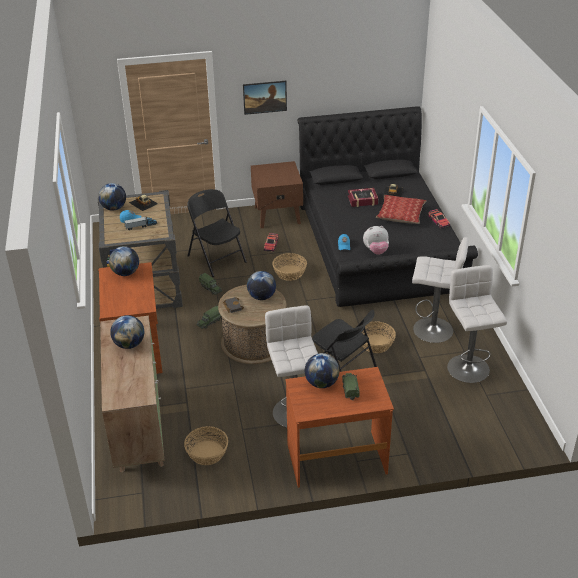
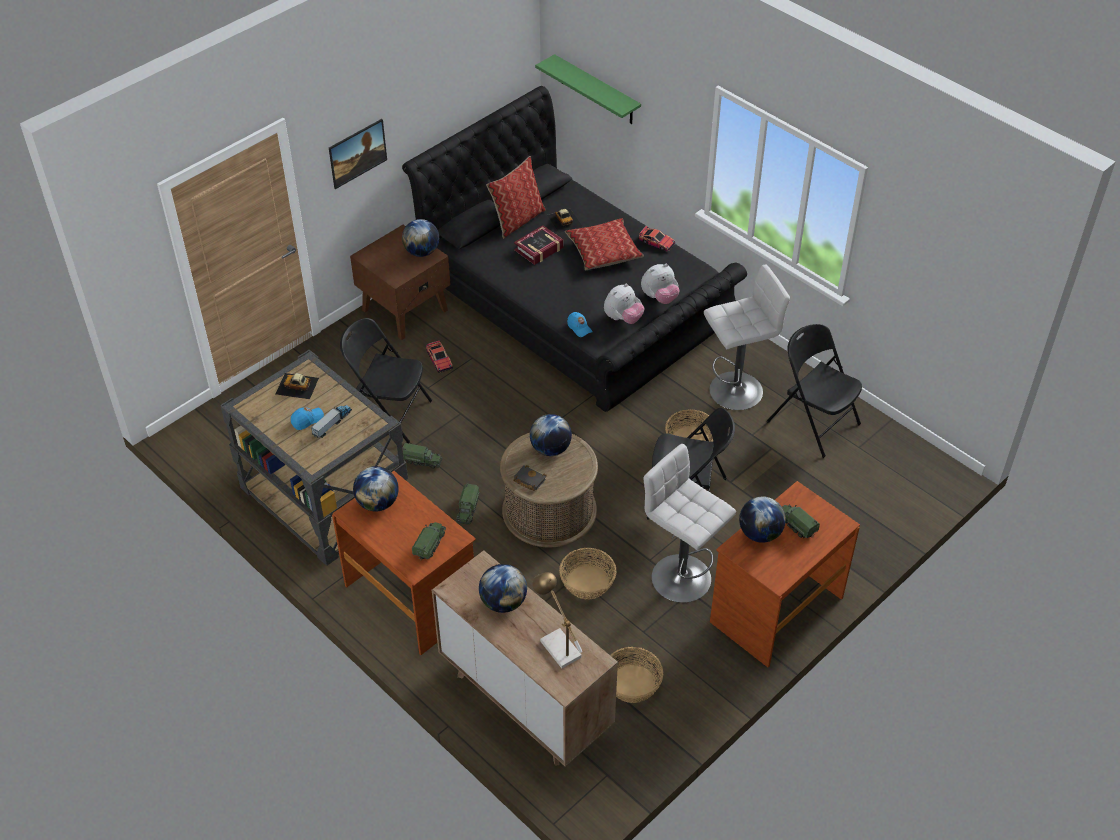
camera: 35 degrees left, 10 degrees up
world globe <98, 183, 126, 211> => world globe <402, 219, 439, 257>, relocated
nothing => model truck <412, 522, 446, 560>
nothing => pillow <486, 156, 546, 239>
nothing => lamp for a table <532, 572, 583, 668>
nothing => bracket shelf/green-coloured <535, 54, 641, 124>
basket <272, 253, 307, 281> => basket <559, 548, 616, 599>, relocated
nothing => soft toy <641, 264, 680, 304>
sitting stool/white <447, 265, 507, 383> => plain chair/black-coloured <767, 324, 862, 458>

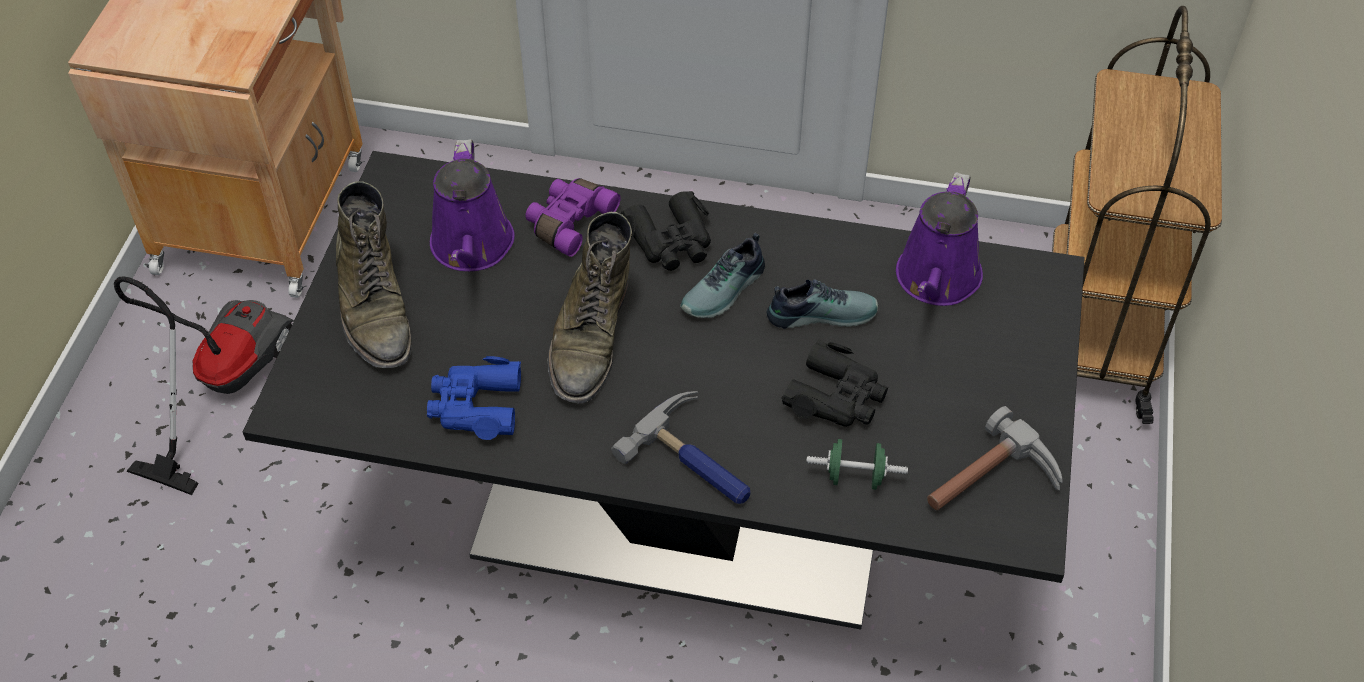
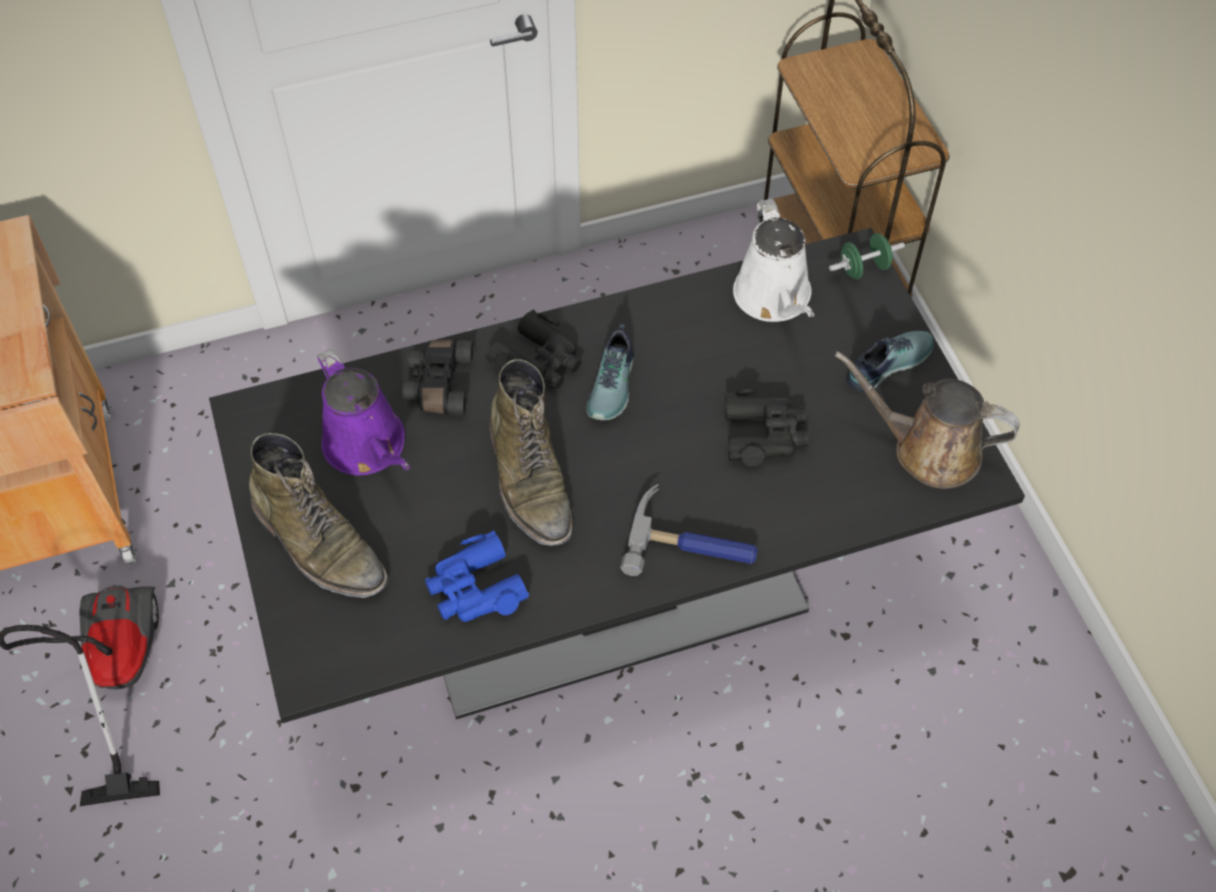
camera: 30 degrees left, 5 degrees up
field glasses/purple <525, 178, 621, 257> => field glasses/black-coloured <402, 339, 474, 416>
watering pot/purple <896, 172, 983, 306> => watering pot/white <733, 198, 814, 322>
hand weight/green-coloured <806, 439, 908, 490> => hand weight/green-coloured <829, 233, 905, 279>, relocated
hammer <927, 406, 1063, 511> => watering pot/brown <835, 351, 1020, 489>
item of footwear <767, 280, 878, 329> => item of footwear <846, 331, 934, 392>, relocated

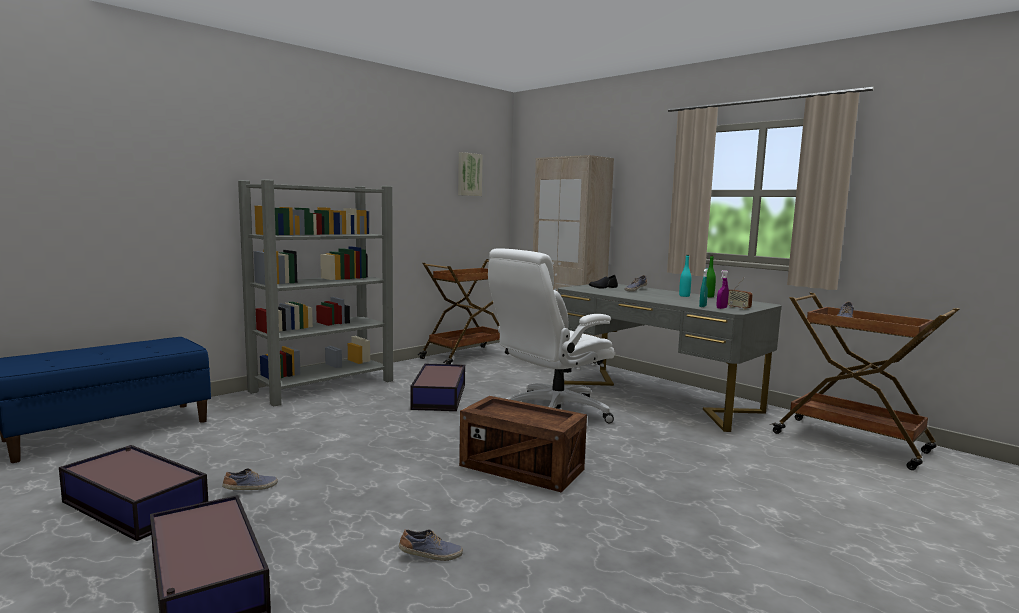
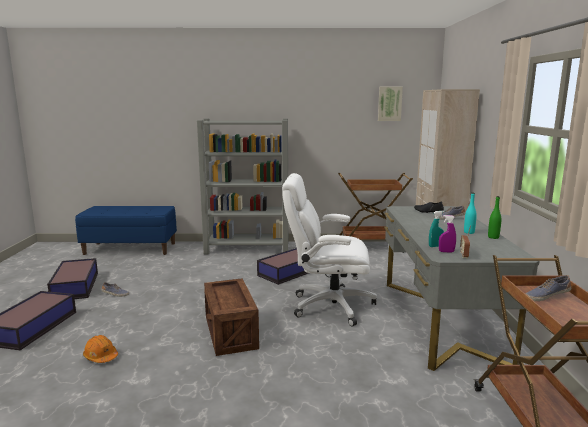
camera: 45 degrees right, 5 degrees up
item of footwear <399, 529, 463, 561> => hard hat/orange <83, 335, 118, 363>

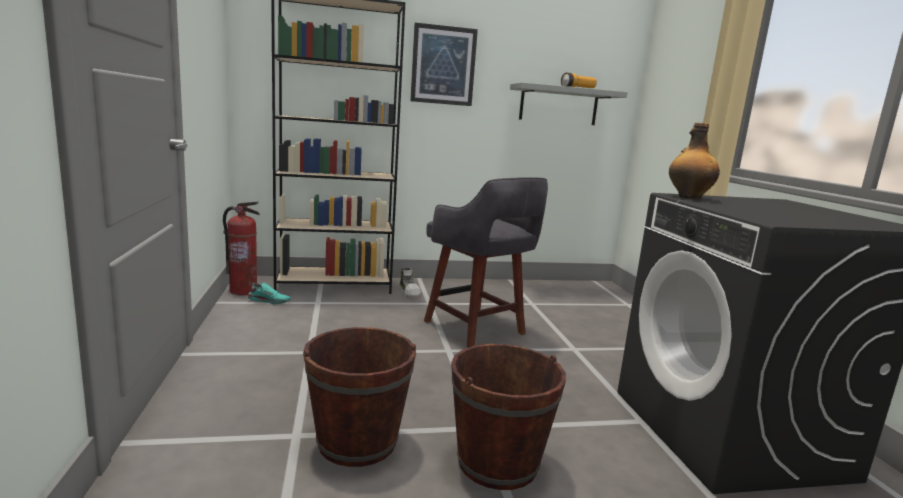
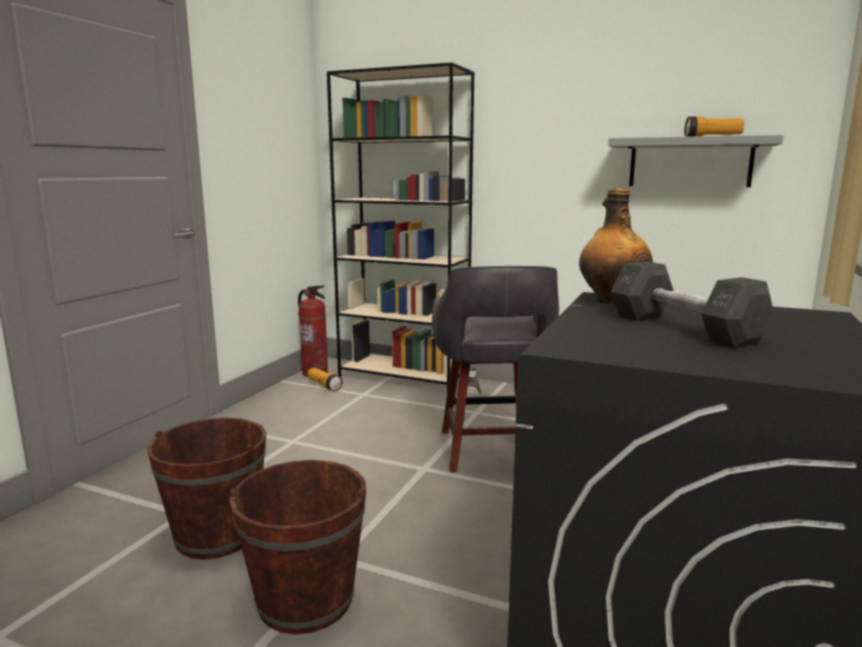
camera: 35 degrees right, 0 degrees up
item of footwear/turquoise-coloured <247, 283, 291, 305> => hand torch <308, 368, 342, 391>
nothing => hand weight/grey <611, 261, 774, 348>
picture <410, 22, 478, 106> => nothing

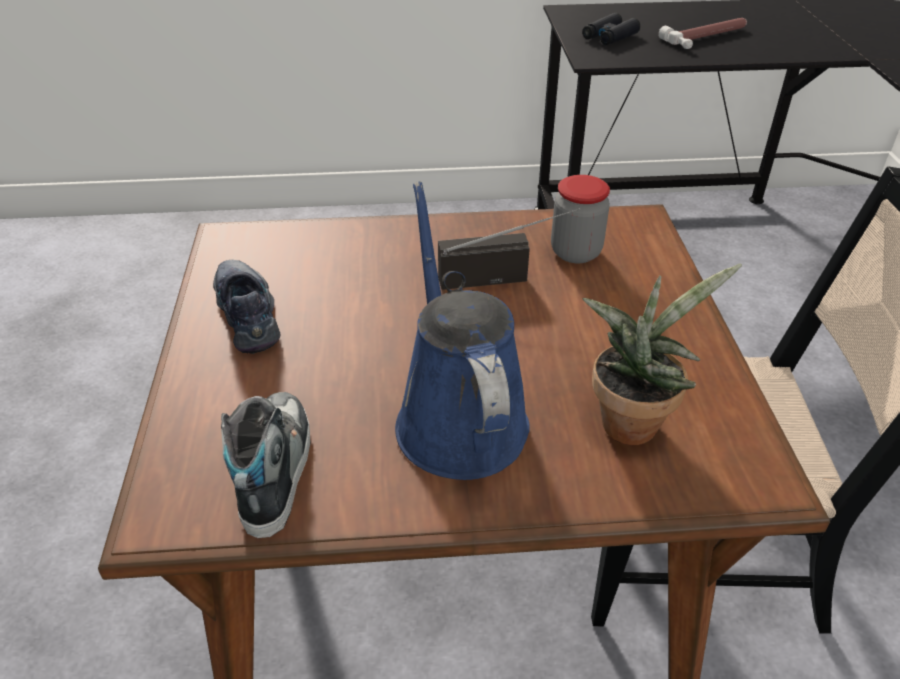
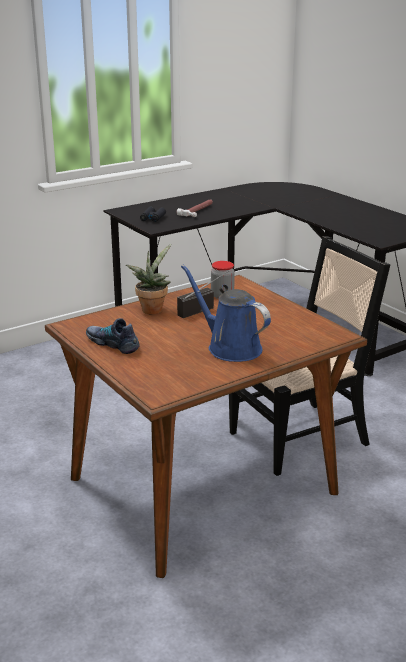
camera: 30 degrees left, 15 degrees down
plant in a pot <583, 263, 742, 445> => plant in a pot <126, 244, 171, 314>, relocated
item of footwear <221, 392, 311, 538> => nothing

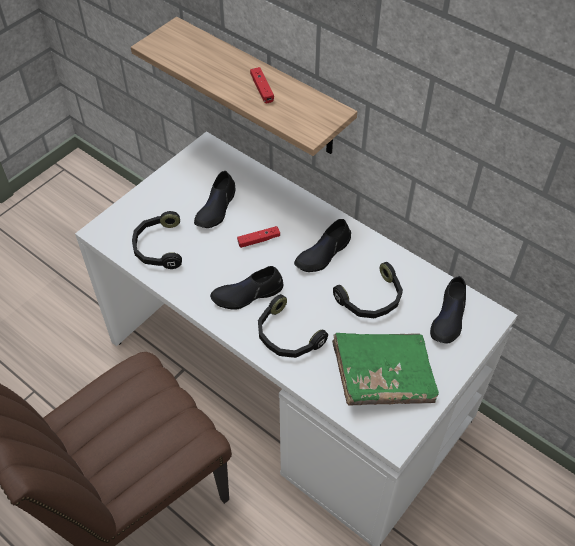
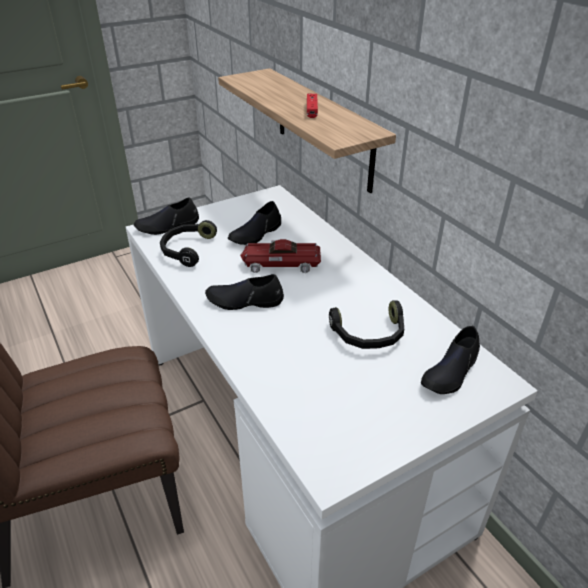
camera: 20 degrees right, 15 degrees down
item of footwear/black-coloured <294, 219, 351, 272> => item of footwear/black-coloured <134, 197, 199, 235>, relocated
gamepad/red <237, 226, 280, 248> => toy car <240, 239, 321, 273>
pair of headphones/black-coloured <258, 294, 328, 358> => nothing
bound book/green-coloured <332, 333, 439, 405> => nothing

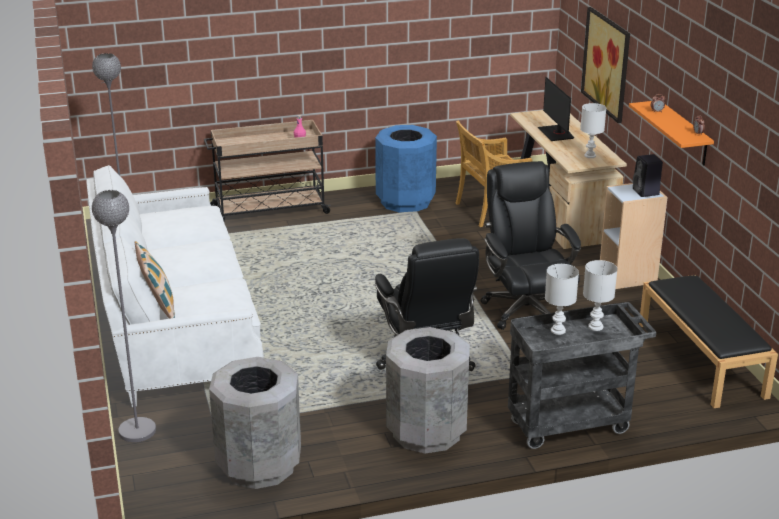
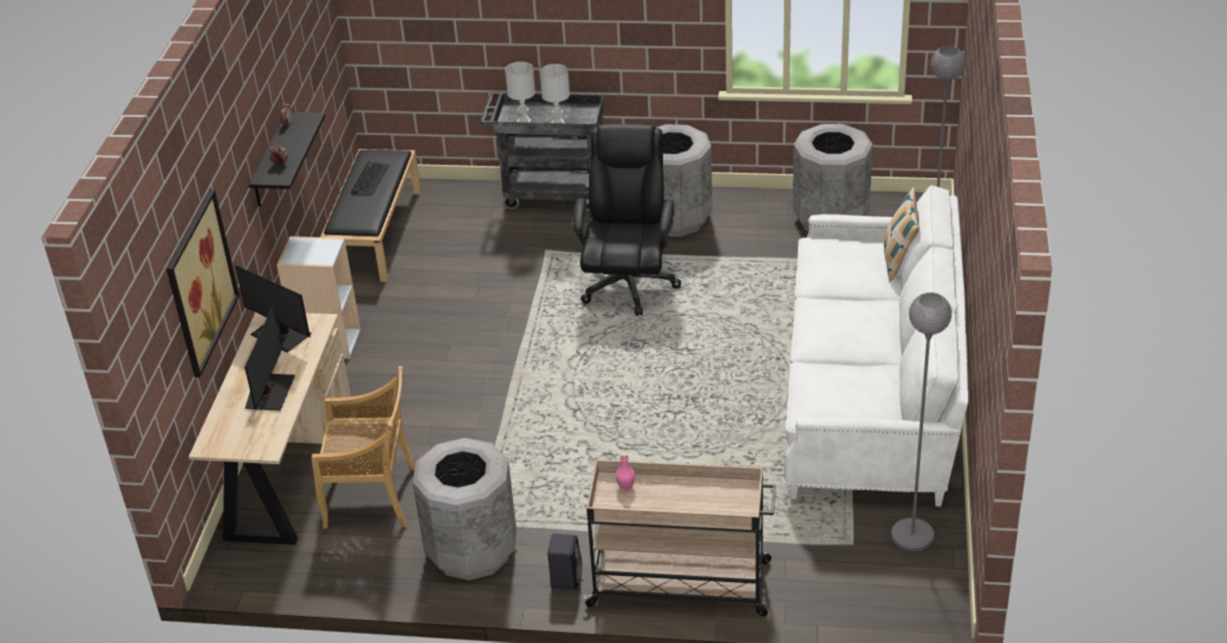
camera: 155 degrees left, 10 degrees up
lamp for a table/white <580, 103, 606, 158> => computer display <235, 265, 312, 352>
bracket shelf/orange <629, 101, 714, 165> => bracket shelf/black-coloured <249, 112, 325, 207>
nothing => PC keyboard <351, 161, 389, 195>
trash can/blue-coloured <375, 125, 437, 213> => trash can/grey <413, 438, 517, 580>
audio speaker/black-coloured <633, 154, 663, 197> => audio speaker/black-coloured <548, 534, 582, 590>, relocated
desk chair/black-coloured <481, 161, 581, 330> => nothing

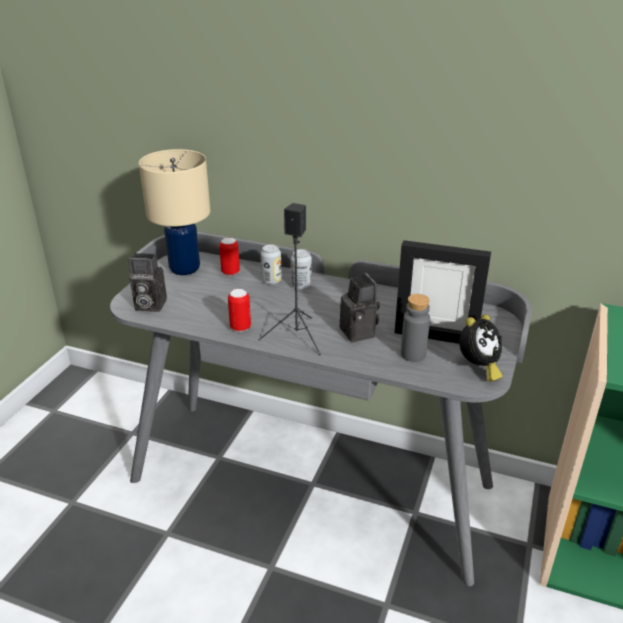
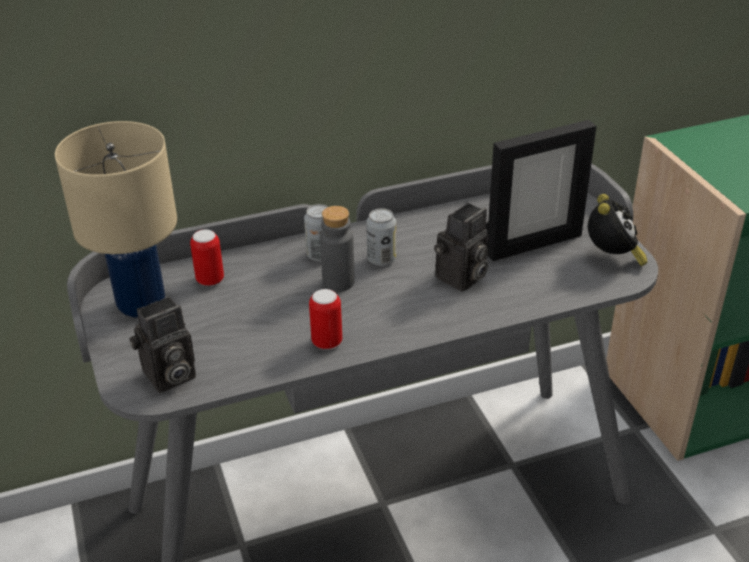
camera: 40 degrees left, 5 degrees up
beverage bottle/grey <401, 294, 430, 362> => beverage bottle/grey <320, 206, 355, 292>, relocated
can <261, 244, 282, 285> => can <366, 208, 396, 266>, relocated
photo camera <340, 272, 380, 342> => photo camera <434, 203, 488, 292>, 105 degrees clockwise
audio speaker/black-coloured <258, 203, 321, 355> => nothing

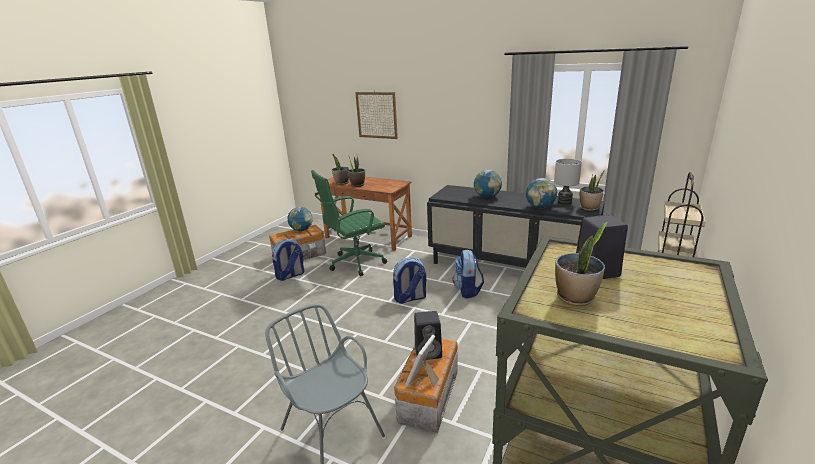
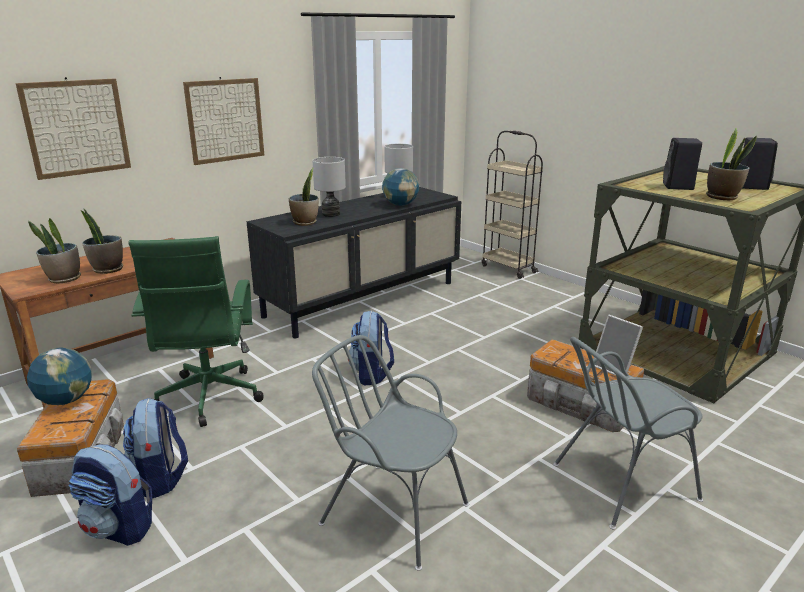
camera: 70 degrees left, 0 degrees up
rucksack <452, 250, 484, 299> => rucksack <69, 445, 152, 546>, relocated
nothing => picture <183, 77, 264, 165>
plant in a pot <580, 170, 605, 211> => plant in a pot <289, 167, 319, 226>, relocated
world globe <474, 169, 502, 198> => lamp for a table/grey <312, 157, 346, 217>
nothing => plain chair/grey <312, 335, 469, 571>
audio speaker/black-coloured <414, 311, 442, 360> => audio speaker/black-coloured <740, 137, 778, 190>, relocated

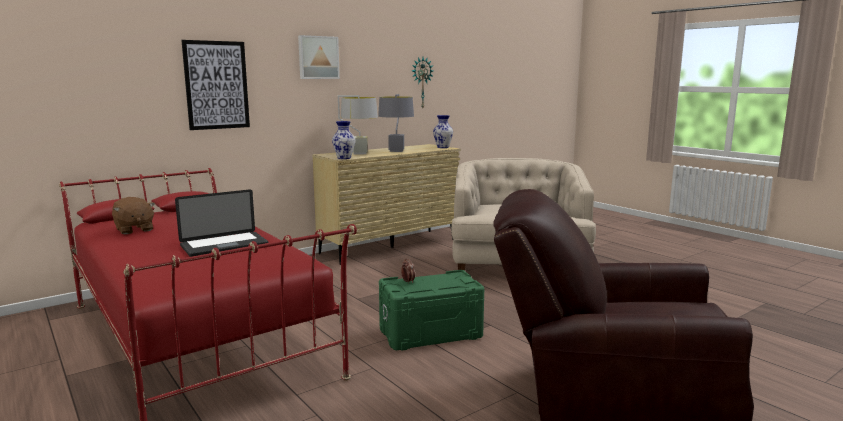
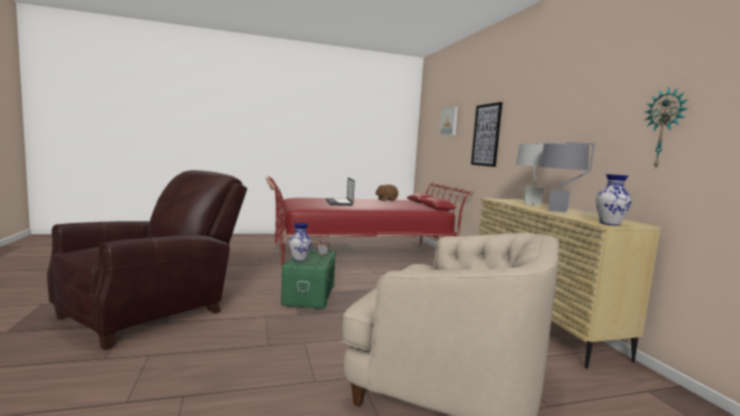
camera: 110 degrees right, 5 degrees down
flower vase <332, 121, 355, 159> => flower vase <289, 223, 312, 261>, relocated
picture <298, 35, 340, 79> => picture <440, 106, 458, 136>, relocated

